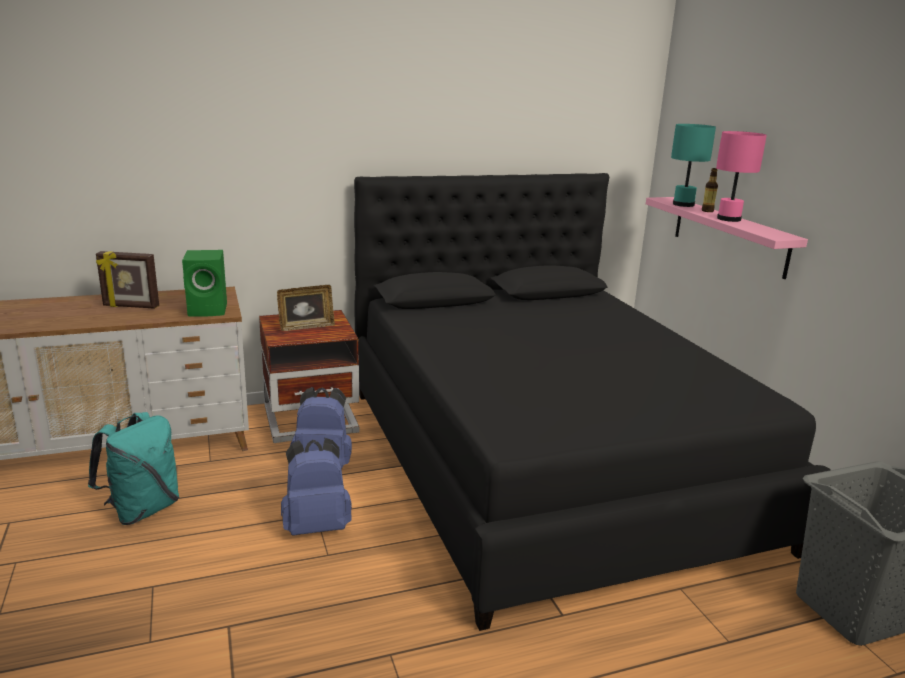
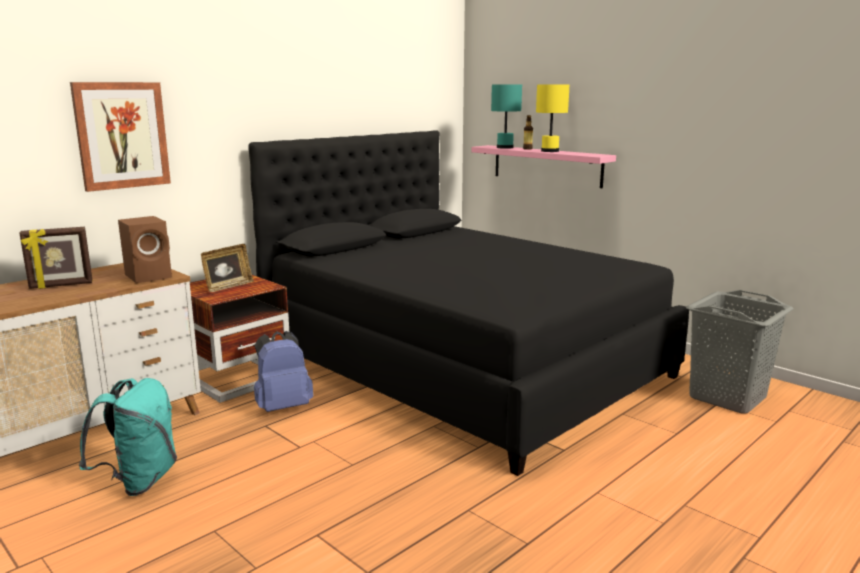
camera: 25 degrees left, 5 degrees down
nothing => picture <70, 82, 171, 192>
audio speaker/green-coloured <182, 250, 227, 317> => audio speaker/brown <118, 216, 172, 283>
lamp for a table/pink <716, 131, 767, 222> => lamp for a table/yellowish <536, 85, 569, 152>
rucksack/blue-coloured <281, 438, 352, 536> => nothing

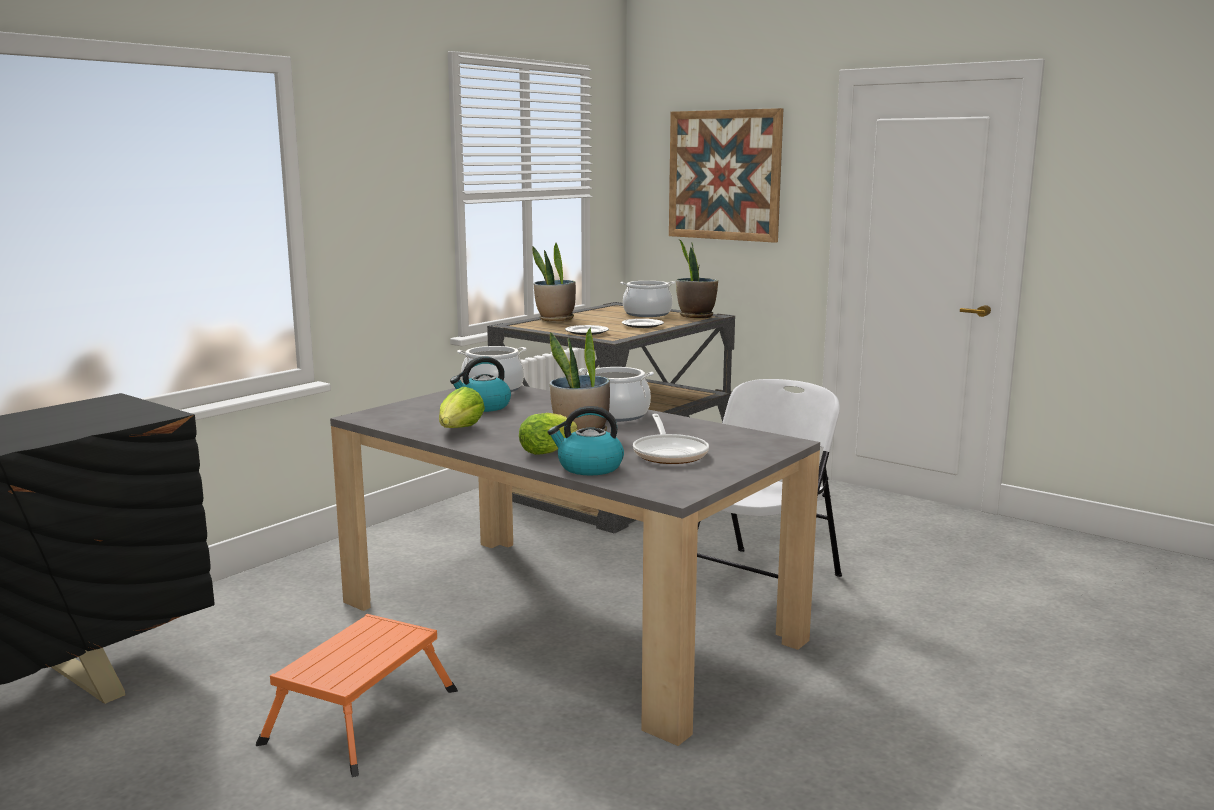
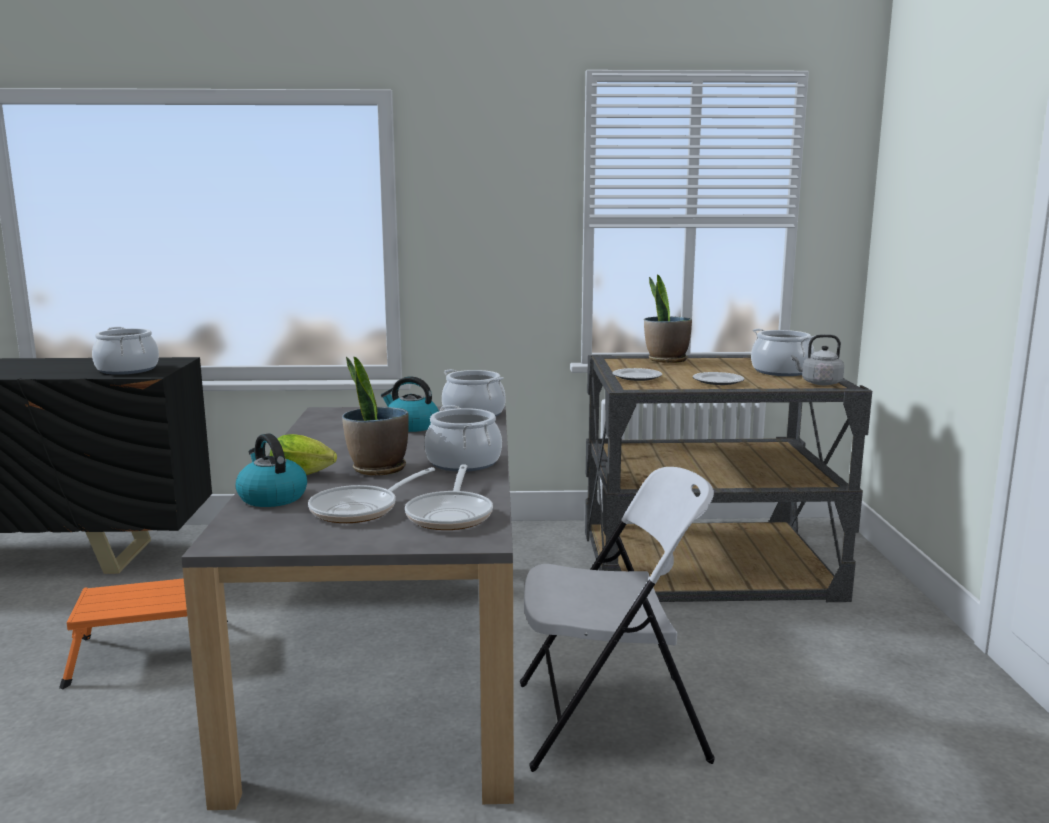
camera: 50 degrees right, 0 degrees up
nothing => cooking pot <92, 327, 159, 375>
nothing => frying pan <405, 464, 493, 530>
plant in a pot <676, 239, 718, 318> => water kettle/grey <791, 334, 844, 385>
lettuce head <439, 387, 485, 428> => nothing
picture <669, 108, 783, 243> => nothing

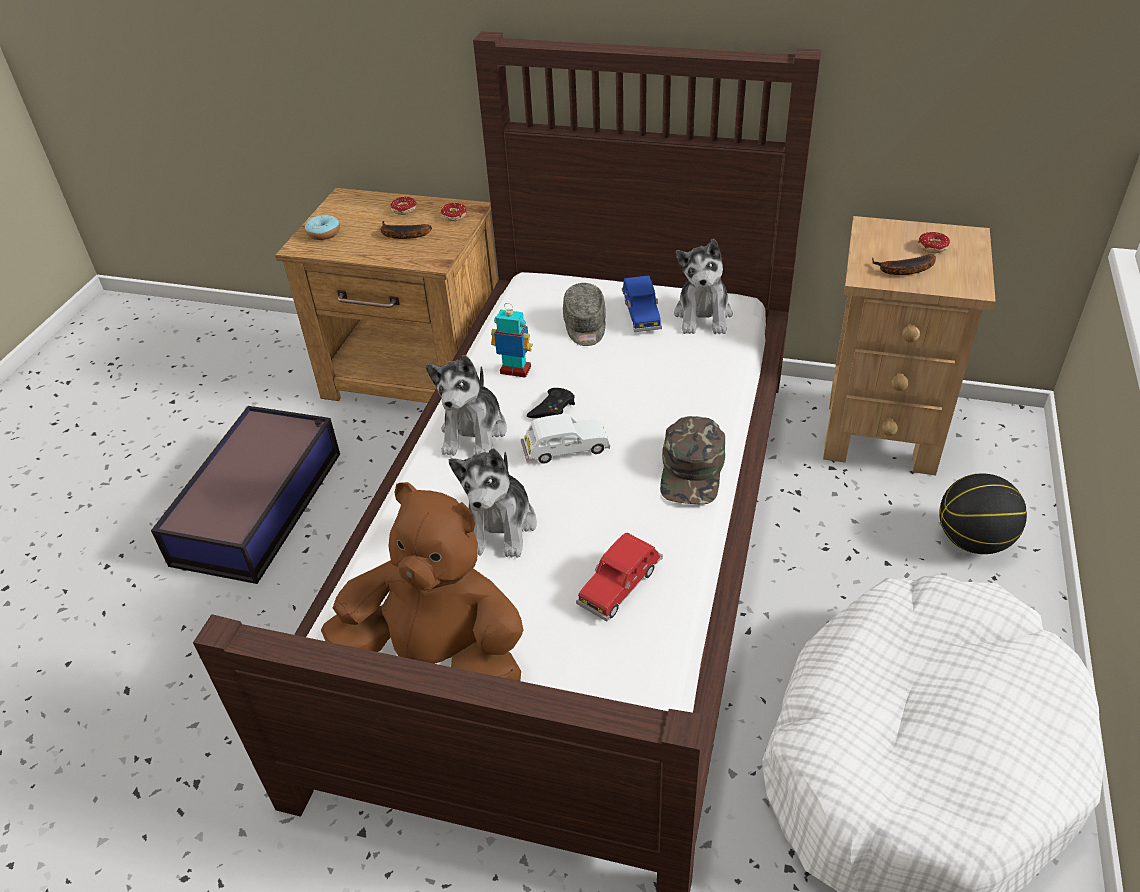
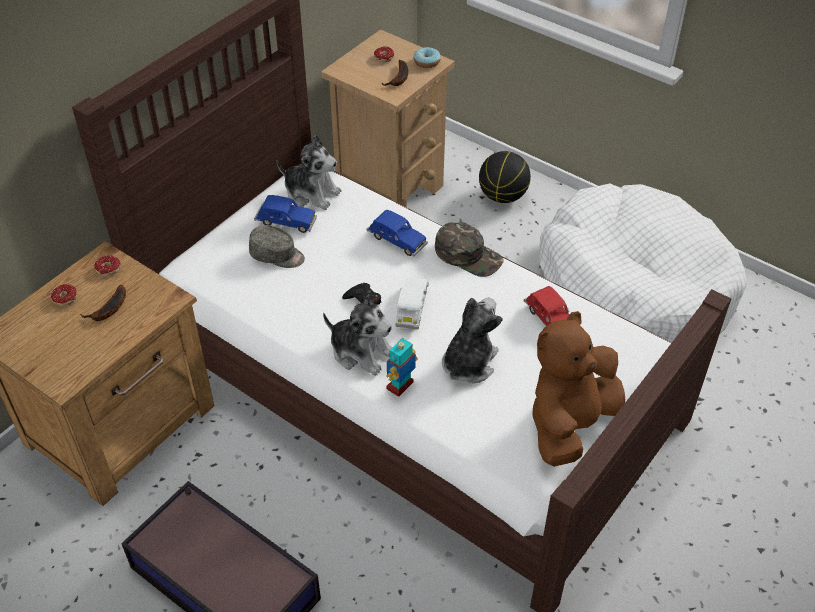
camera: 70 degrees left, 5 degrees up
nothing => toy car/blue-coloured <367, 210, 428, 256>
toy robot <491, 303, 533, 378> => toy robot <386, 338, 418, 397>, relocated
ring doughnut <305, 215, 340, 240> => ring doughnut <414, 47, 441, 68>, relocated
soft toy <448, 448, 537, 558> => soft toy <442, 298, 503, 383>, 90 degrees counterclockwise

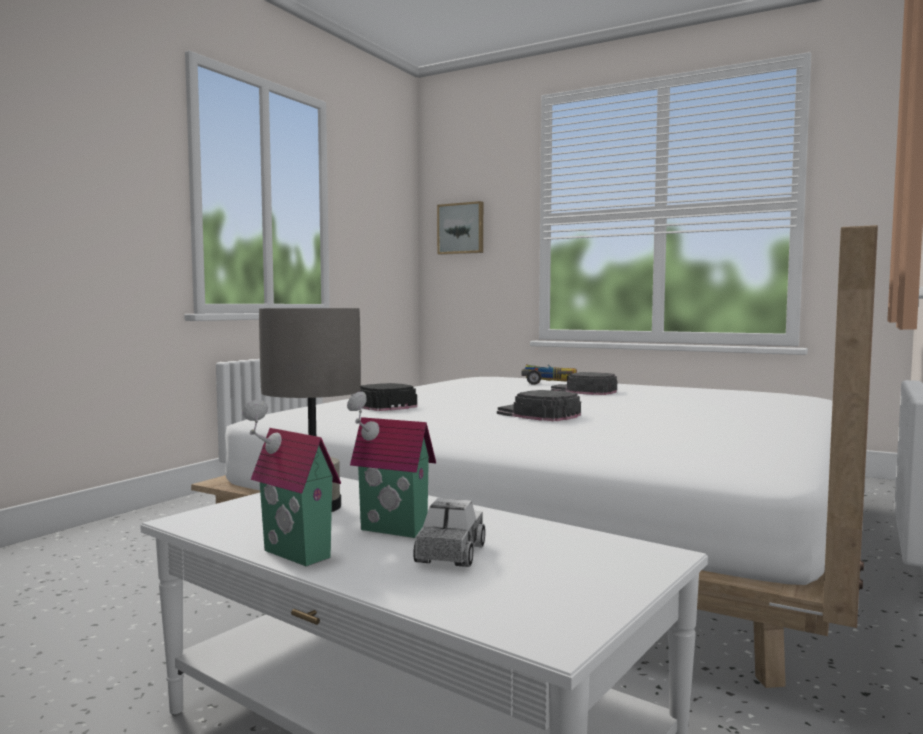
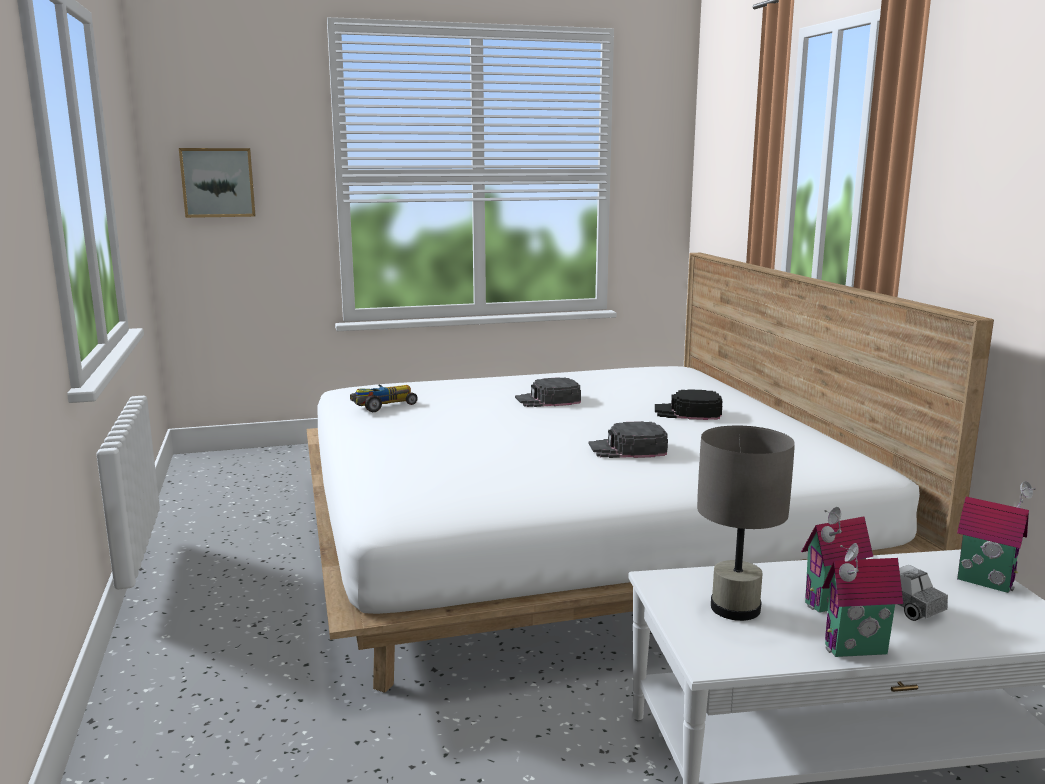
camera: 45 degrees left, 10 degrees up
toy car <521, 364, 577, 385> => toy car <350, 385, 418, 412>, relocated
cap/black-coloured <360, 383, 417, 411> => cap/black-coloured <655, 389, 722, 420>, relocated
nothing => model house <957, 481, 1036, 593>

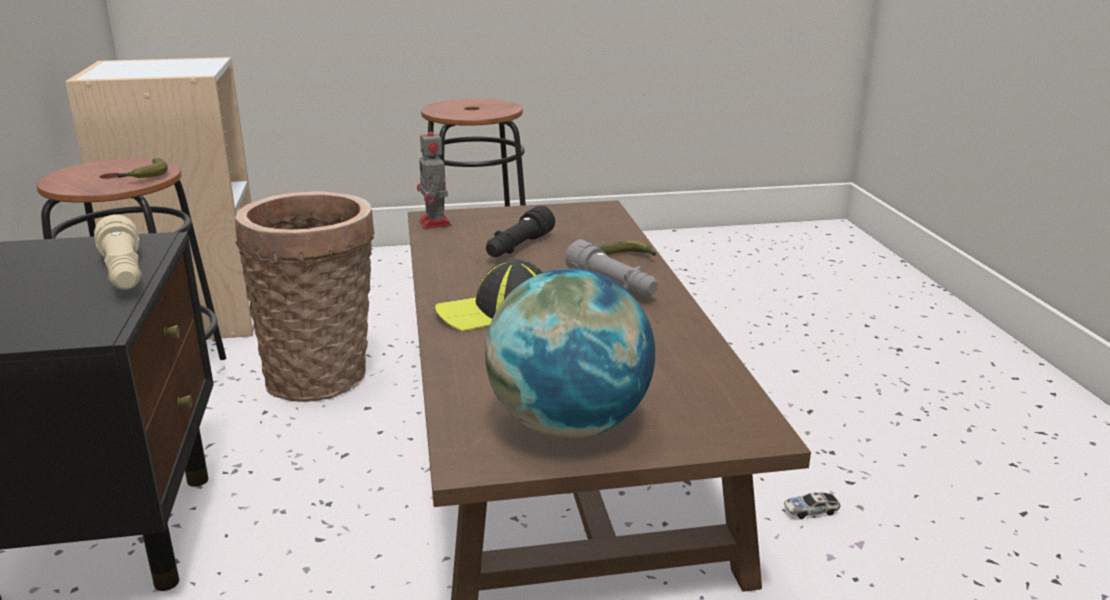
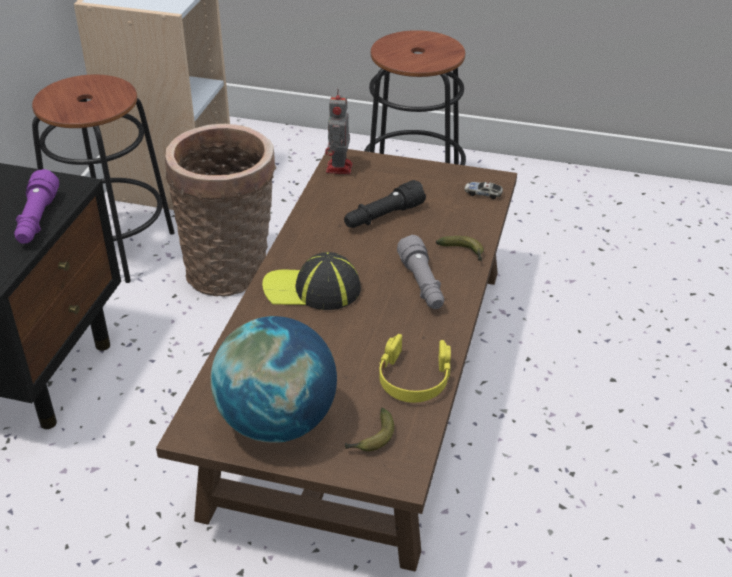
camera: 25 degrees right, 15 degrees up
hand torch/beige-coloured <94, 215, 142, 290> => hand torch/purple <14, 169, 59, 244>
whole banana <117, 158, 168, 178> => whole banana <345, 408, 394, 451>, relocated
nothing => pair of headphones/yellowish <379, 334, 451, 403>
toy car <784, 492, 840, 519> => toy car <465, 182, 503, 199>, relocated

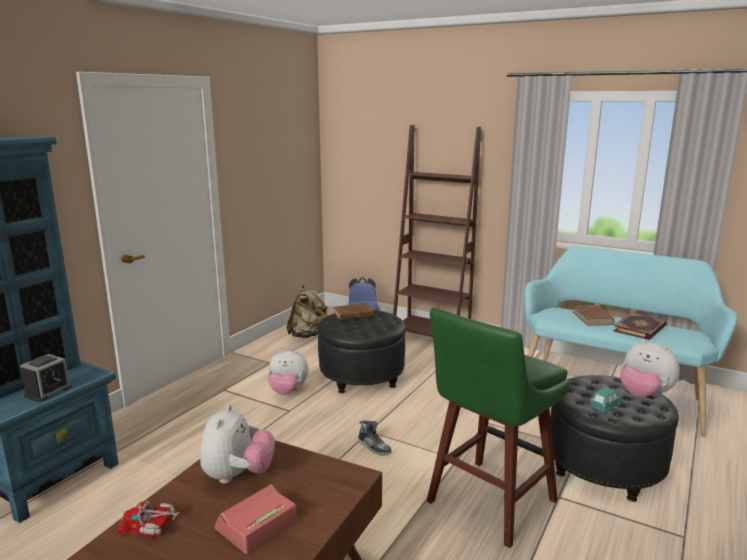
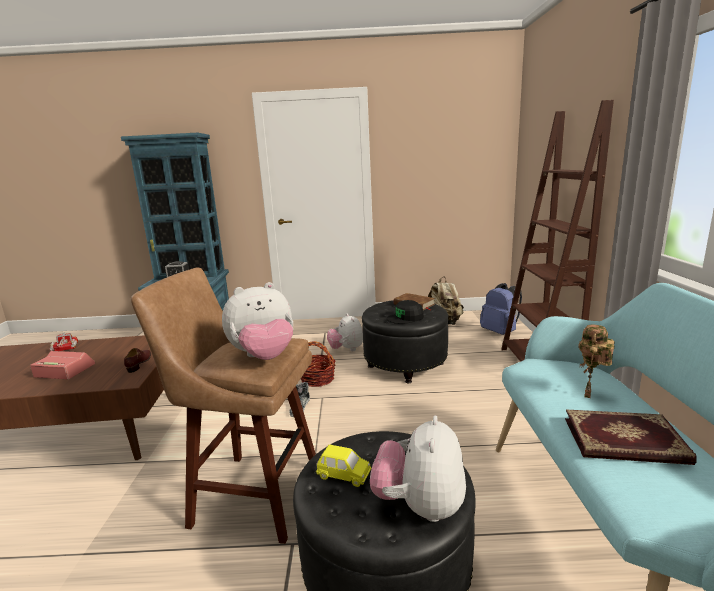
camera: 60 degrees right, 0 degrees up
nothing => item of footwear/brown <124, 348, 151, 373>
sitting stool/green-coloured <427, 308, 569, 548> => sitting stool/brown <131, 268, 316, 544>
soft toy <200, 405, 275, 484> => soft toy <222, 282, 293, 360>, relocated
nothing => basket <300, 341, 336, 387>
toy car/turquoise-coloured <590, 387, 623, 414> => toy car/yellowish <316, 445, 372, 487>
nothing => cap/black-coloured <387, 300, 424, 324>
bound book/brown <573, 305, 614, 326> => toy robot <578, 325, 615, 398>

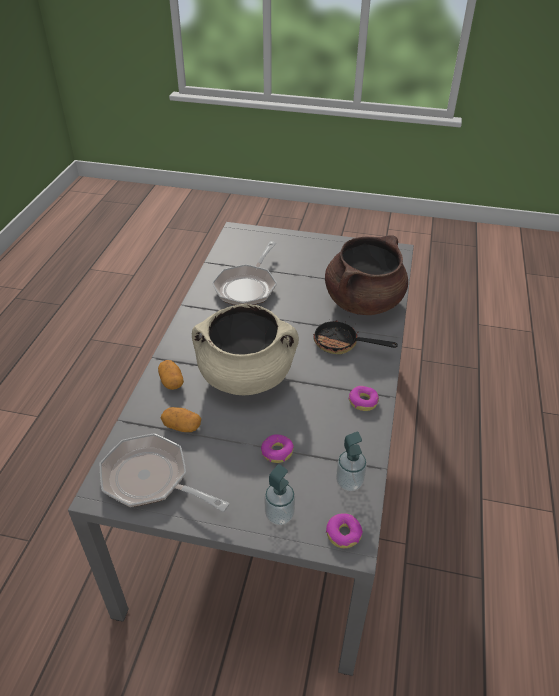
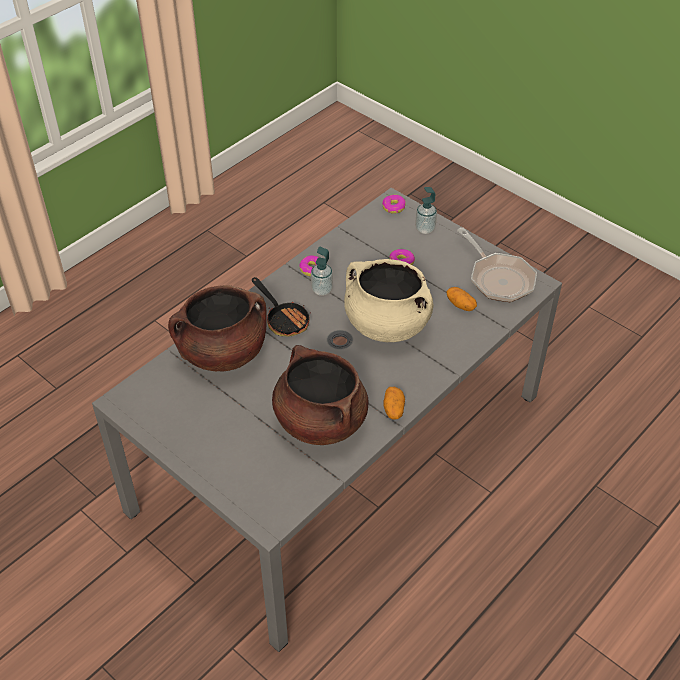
camera: 150 degrees left, 5 degrees up
frying pan <212, 241, 277, 305> => cooking pot/brown <272, 345, 369, 445>
soap dispenser <336, 432, 367, 491> => soap dispenser <311, 247, 333, 296>, relocated
spud <158, 360, 184, 390> => spud <383, 387, 405, 420>, relocated

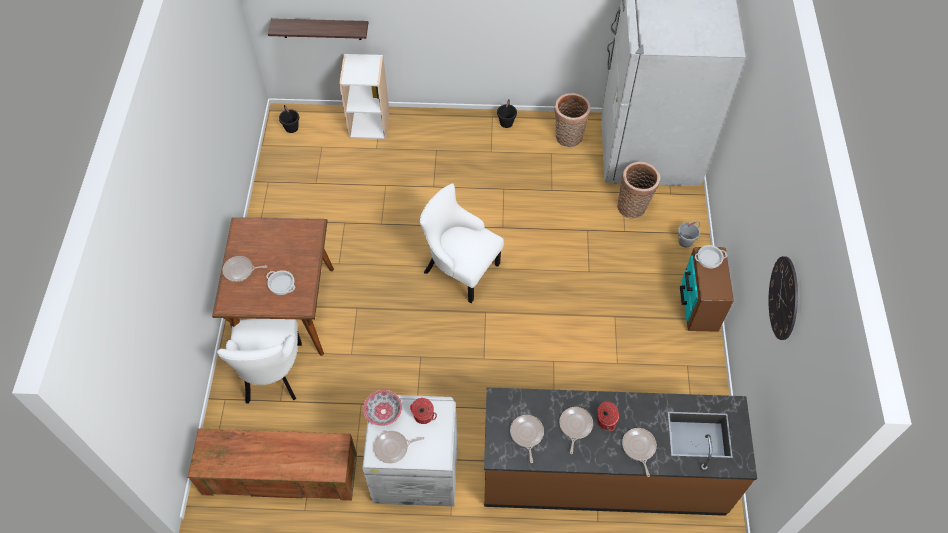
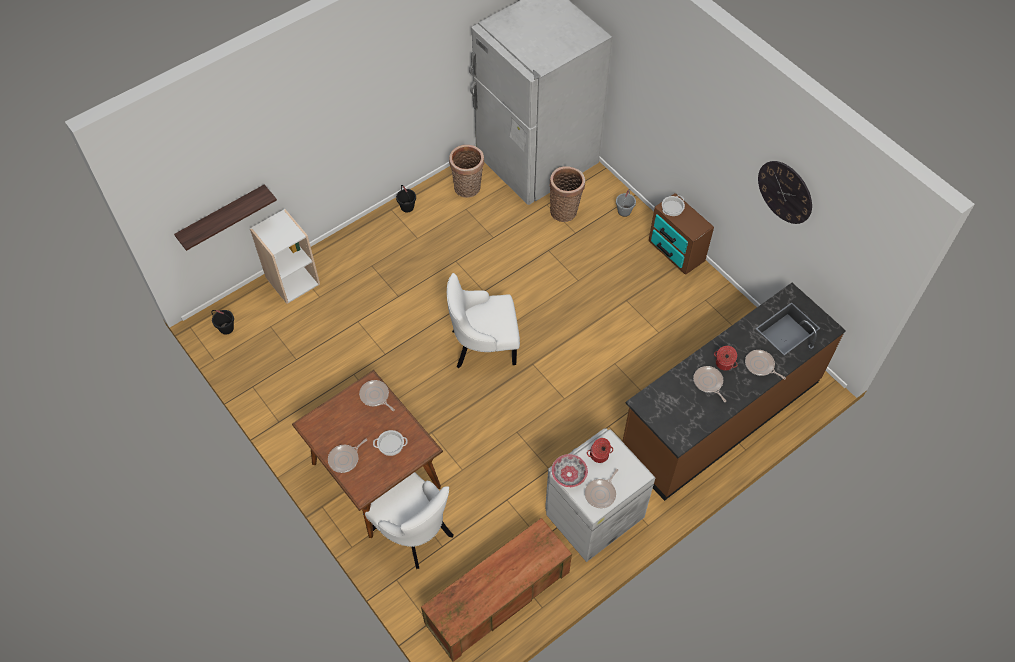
camera: 40 degrees left, 0 degrees up
frying pan <510, 415, 544, 463> => frying pan <359, 380, 395, 411>, relocated

